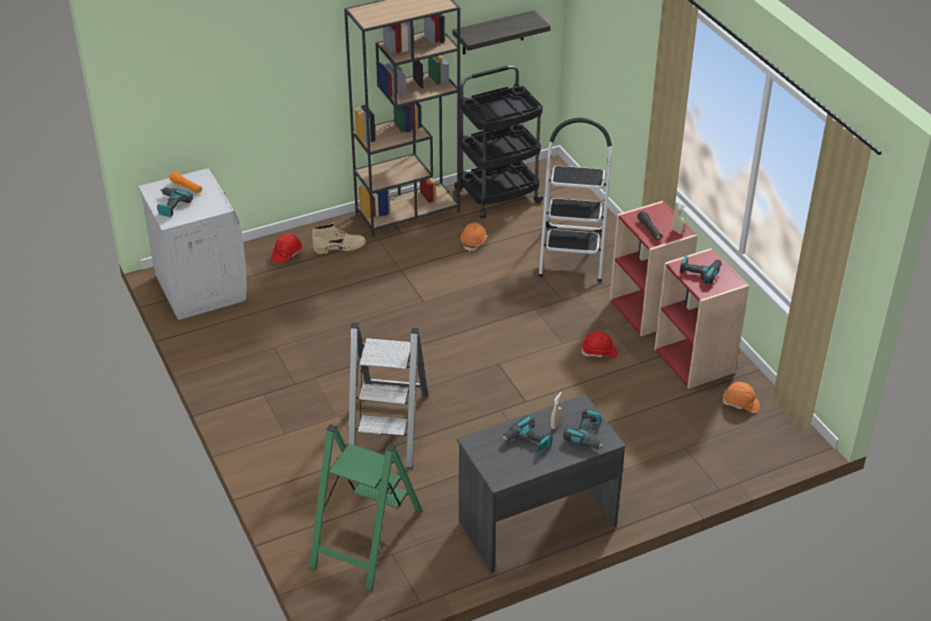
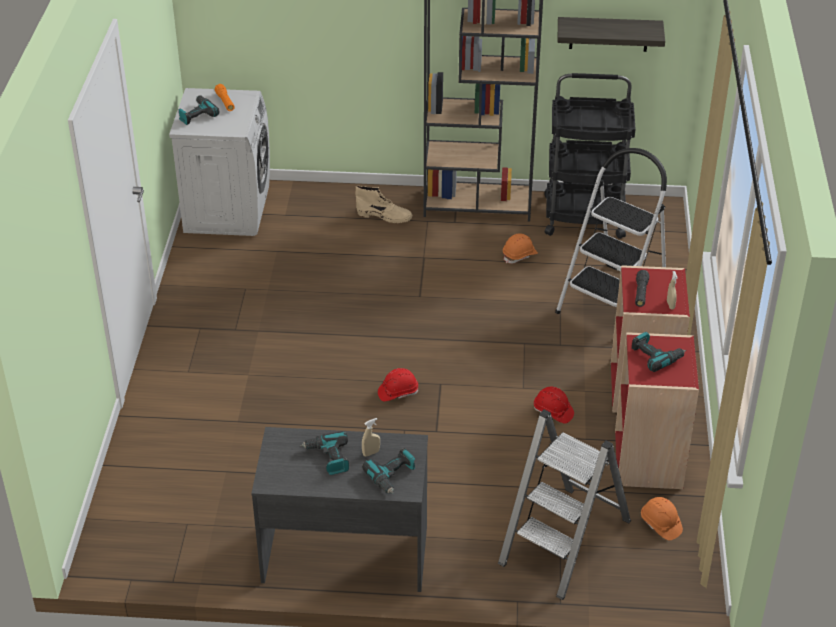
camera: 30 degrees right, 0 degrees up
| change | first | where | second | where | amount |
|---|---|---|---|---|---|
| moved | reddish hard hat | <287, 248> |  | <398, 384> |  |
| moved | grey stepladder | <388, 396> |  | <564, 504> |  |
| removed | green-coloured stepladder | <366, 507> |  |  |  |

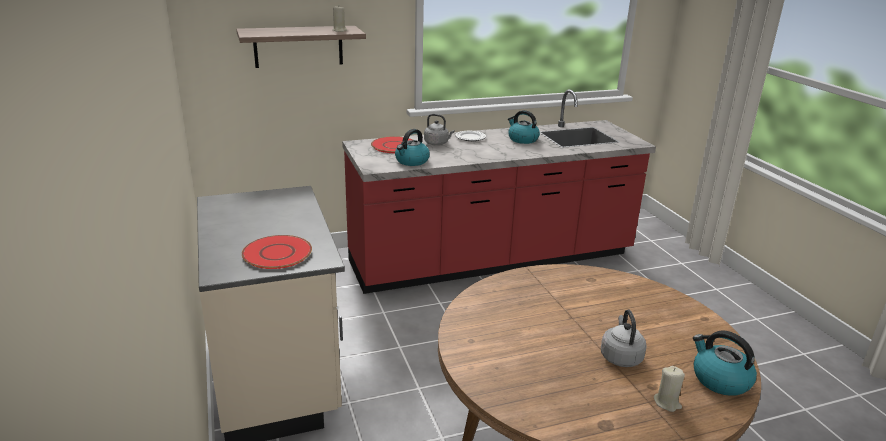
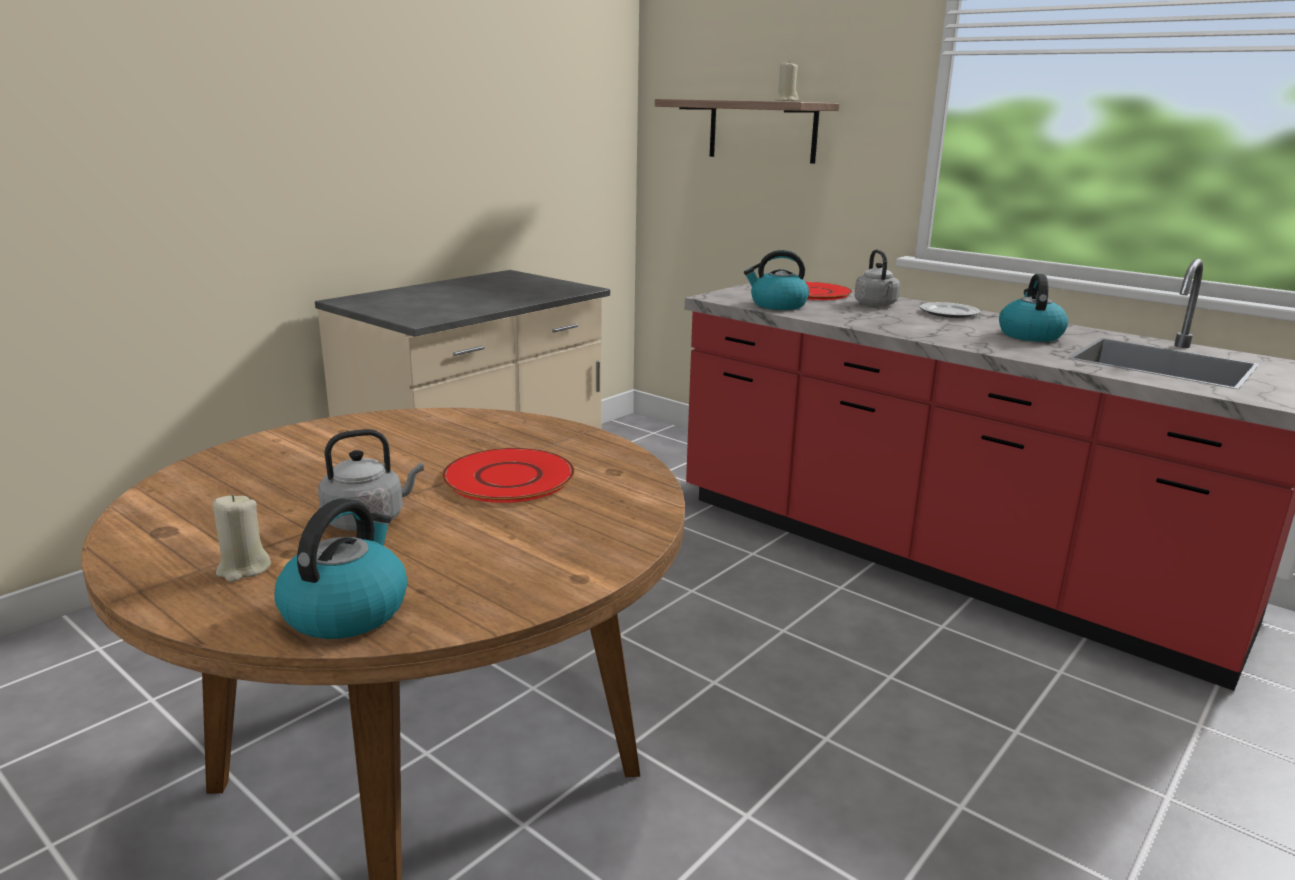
camera: 60 degrees right, 5 degrees down
| change | first | where | second | where | amount |
|---|---|---|---|---|---|
| moved | reddish plate | <277, 252> |  | <508, 475> |  |

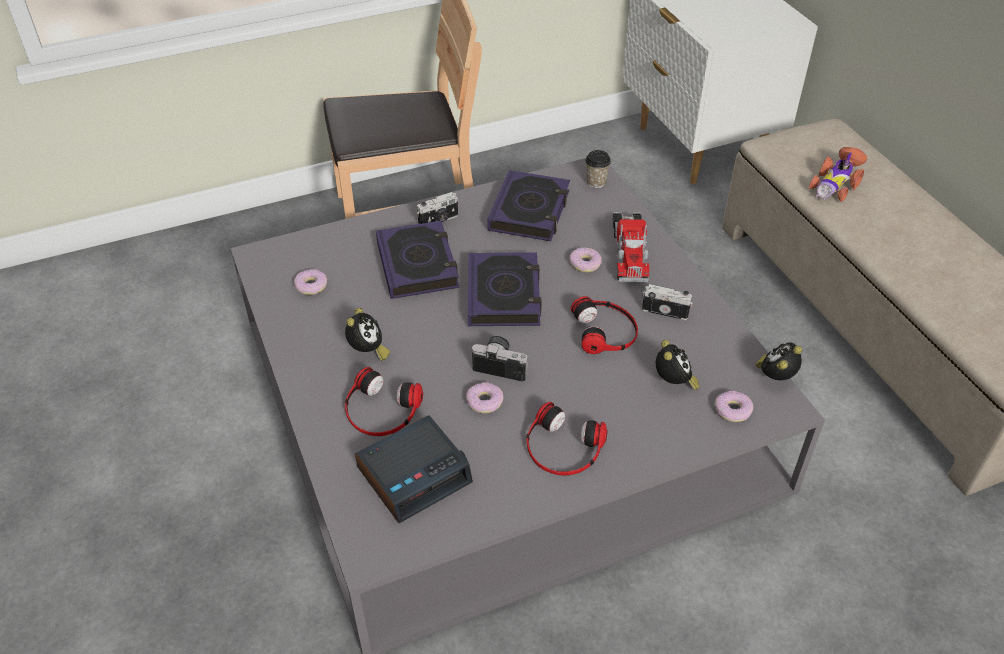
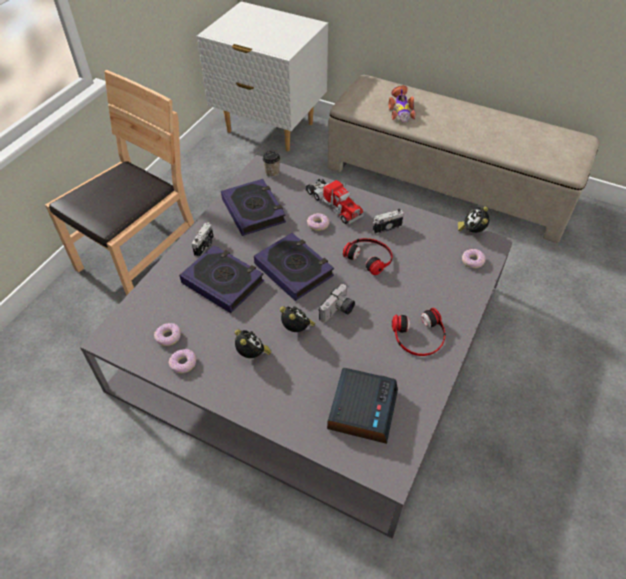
camera: 40 degrees left, 5 degrees up
| change | first | where | second | where | amount |
|---|---|---|---|---|---|
| turned | photo camera | <500, 359> |  | <337, 303> | 150 degrees clockwise |
| moved | table clock | <678, 365> |  | <297, 319> |  |
| removed | headphones | <384, 401> |  |  |  |
| moved | doughnut | <484, 397> |  | <182, 361> |  |

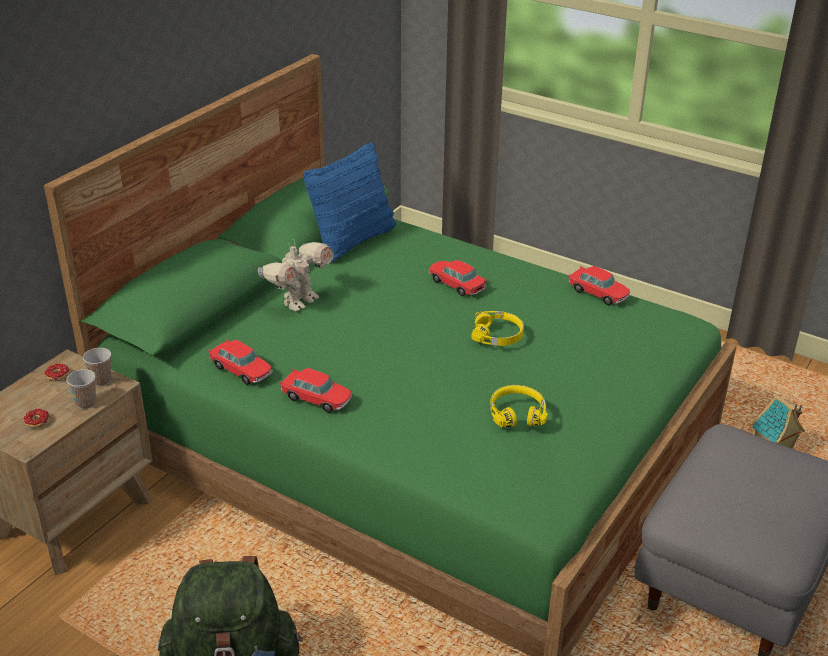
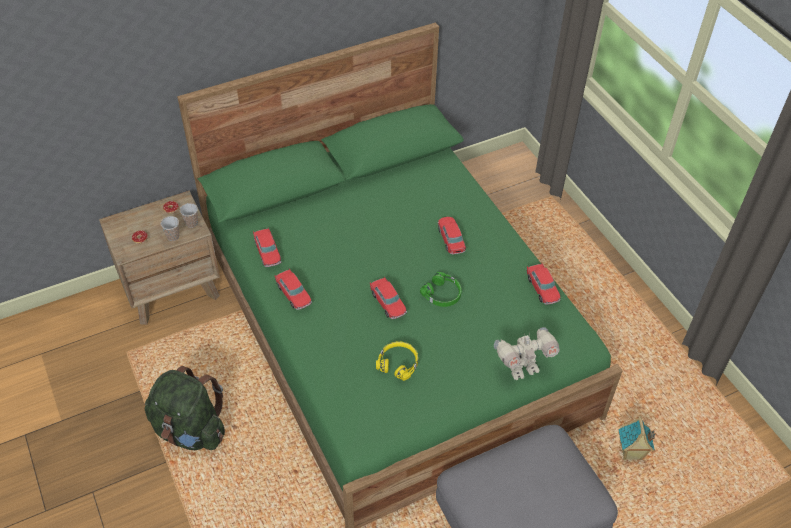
camera: 30 degrees right, 15 degrees up
| change | first | where | second | where | amount |
|---|---|---|---|---|---|
| removed | blue-coloured cushion | <350, 202> |  |  |  |
| moved | model robot | <296, 275> |  | <526, 353> |  |
| recoloured | yellow headphones | <497, 328> | green-coloured headphones | <441, 289> |  |
| added |  |  | model car | <388, 298> |  |

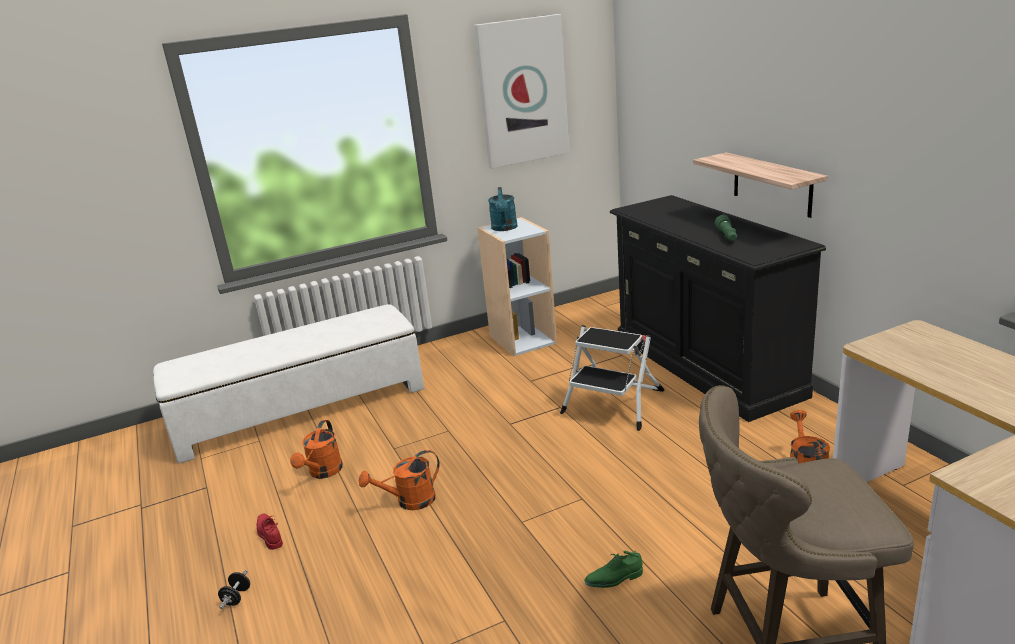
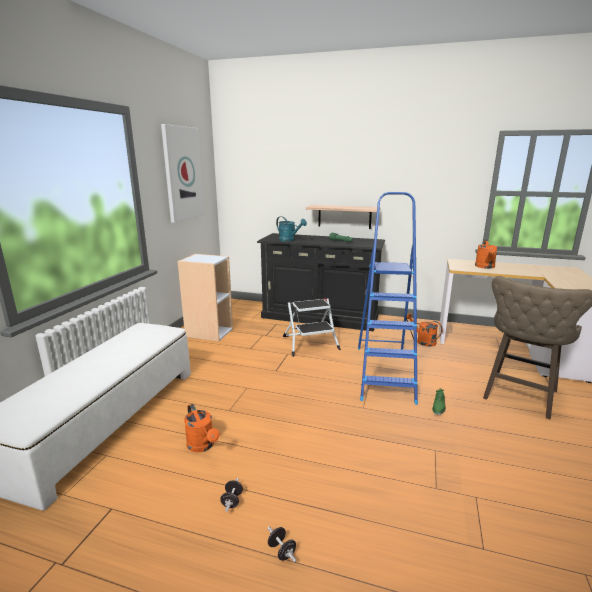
camera: 50 degrees left, 5 degrees down
| change | first | where | second | where | amount |
|---|---|---|---|---|---|
| moved | turquoise-coloured sprinkling can | <503, 209> |  | <291, 229> |  |
| moved | orange sprinkling can | <399, 480> |  | <486, 254> |  |
| replaced | reddish low shoe | <270, 531> | black dumbbell | <231, 495> |  |
| added |  |  | blue-coloured stepladder | <388, 298> |  |

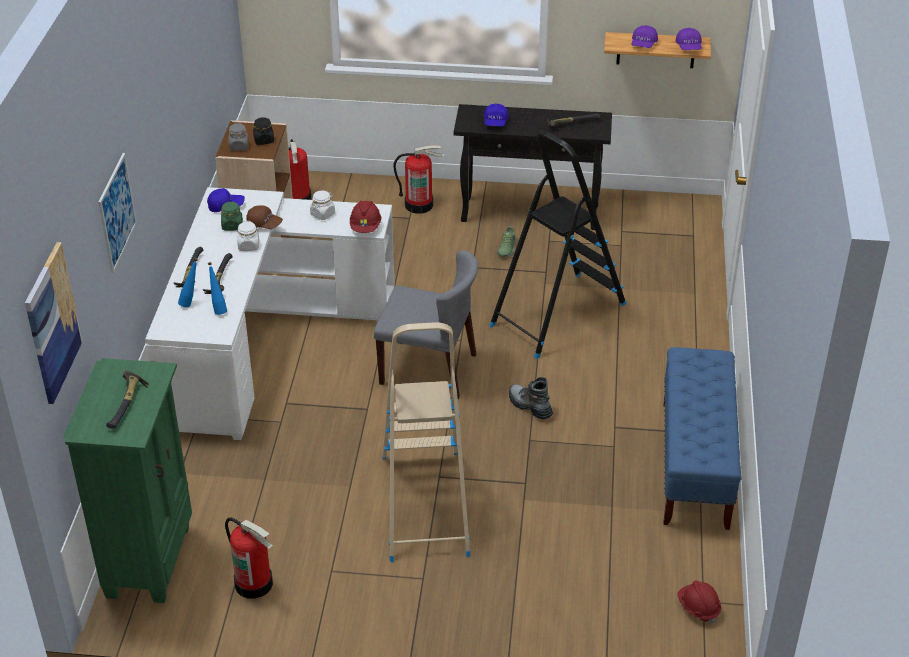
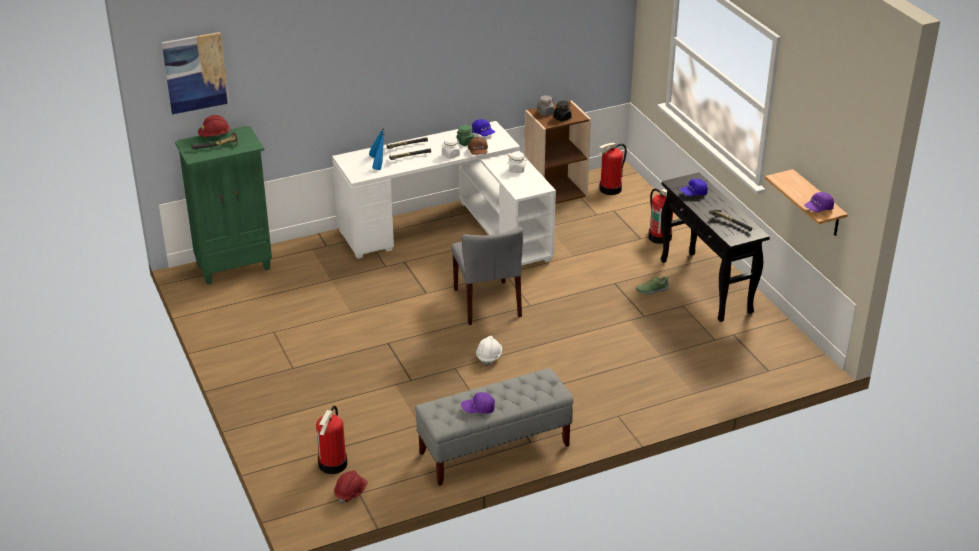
camera: 60 degrees right, 5 degrees down
| change | first | where | second | where | amount |
|---|---|---|---|---|---|
| moved | purplish baseball cap | <644, 36> |  | <478, 403> |  |
| removed | black stepladder | <557, 244> |  |  |  |
| removed | wall art | <117, 213> |  |  |  |
| moved | reddish hard hat | <365, 217> |  | <214, 126> |  |
| removed | beige stepladder | <426, 442> |  |  |  |
| recoloured | blue-coloured long seat | <702, 438> | grey long seat | <494, 427> |  |
| replaced | tall boot | <531, 398> | white hard hat | <489, 351> |  |
| moved | fire-fighting cylinder | <249, 558> |  | <332, 440> |  |

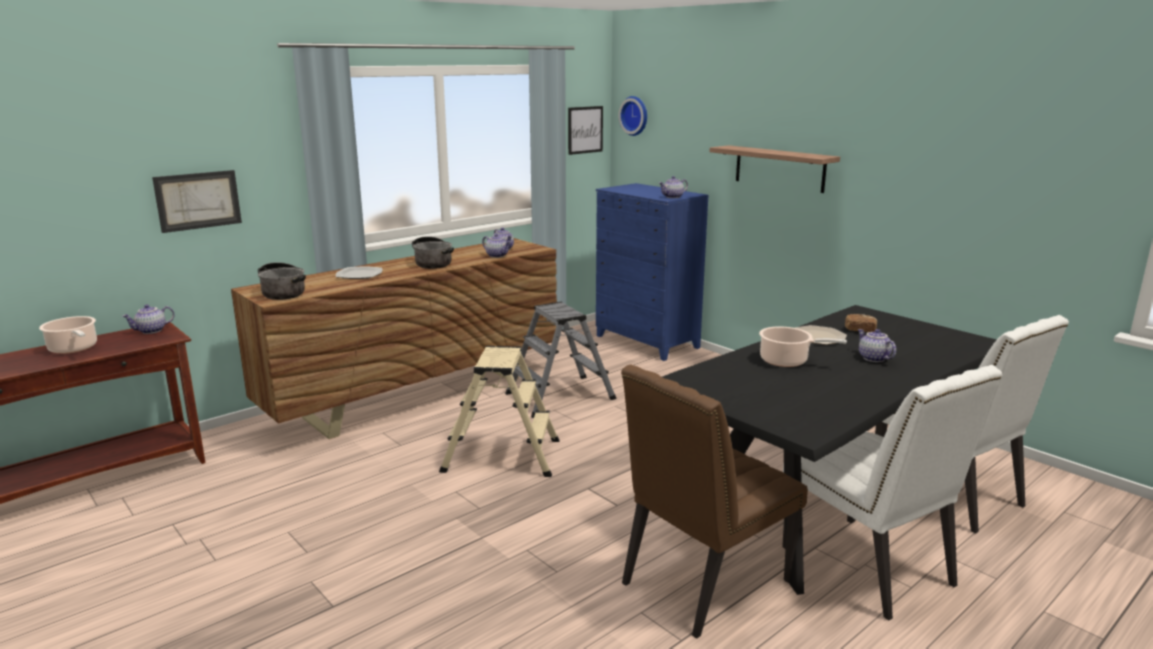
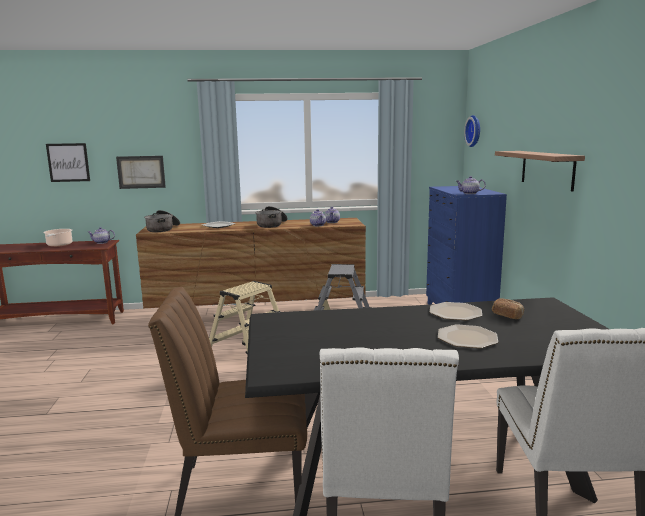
camera: 35 degrees right, 5 degrees down
| change | first | where | second | where | amount |
|---|---|---|---|---|---|
| moved | wall art | <585, 130> |  | <68, 162> |  |
| removed | saucepot | <803, 346> |  |  |  |
| replaced | teapot | <877, 345> | plate | <468, 336> |  |

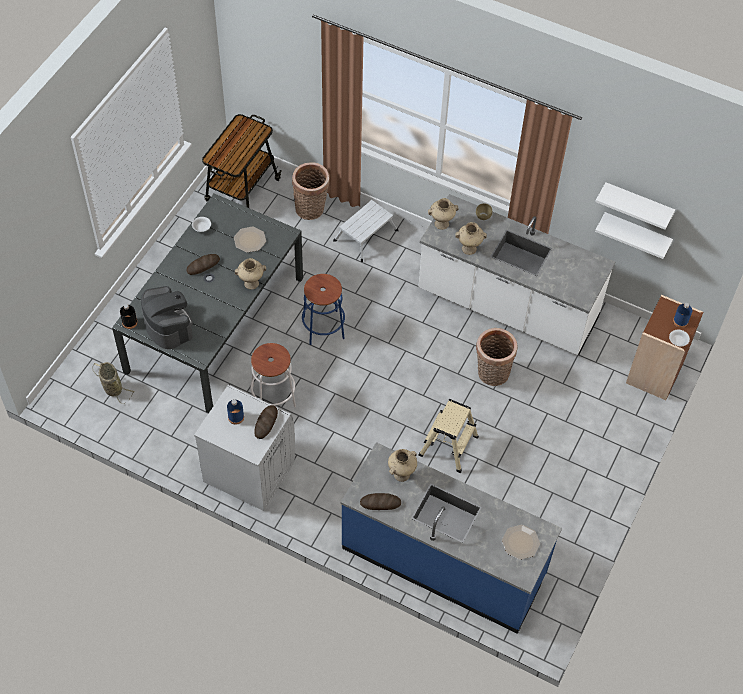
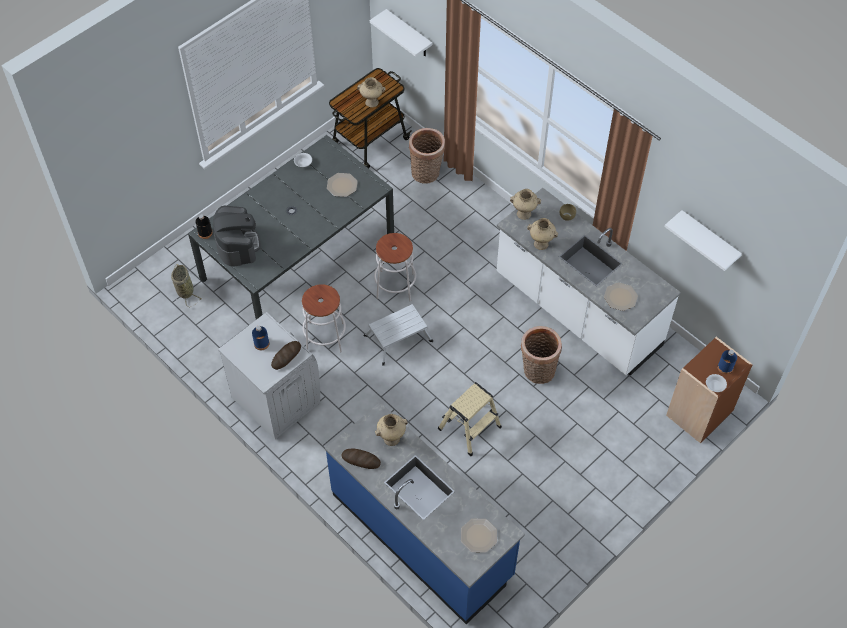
camera: 20 degrees right, 0 degrees up
| change | first | where | second | where | amount |
|---|---|---|---|---|---|
| moved | white stepladder | <366, 231> |  | <398, 335> |  |
| moved | white shelf | <634, 235> |  | <401, 33> |  |
| removed | baked bread | <203, 264> |  |  |  |
| moved | beige decorative vase | <250, 273> |  | <371, 92> |  |
| recoloured | blue-coloured sitting stool | <323, 309> | white sitting stool | <395, 267> |  |
| added |  |  | plate | <621, 296> |  |

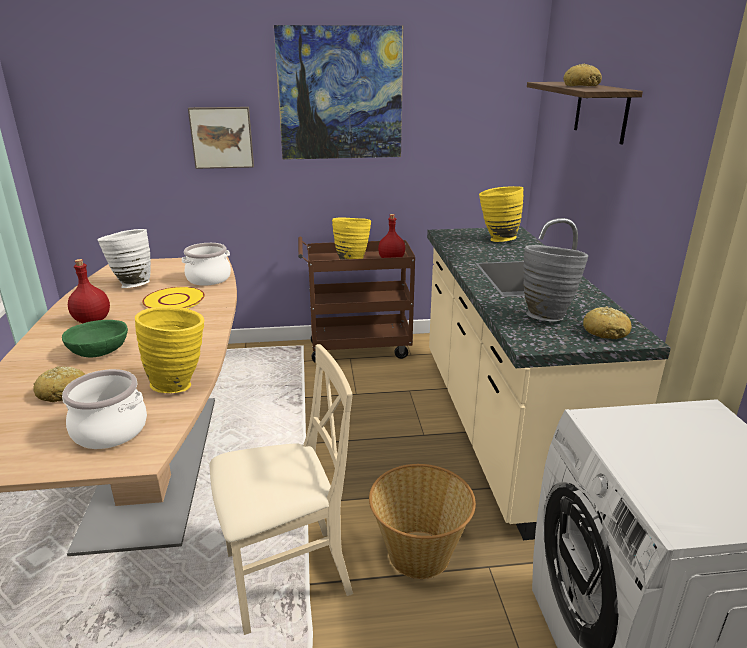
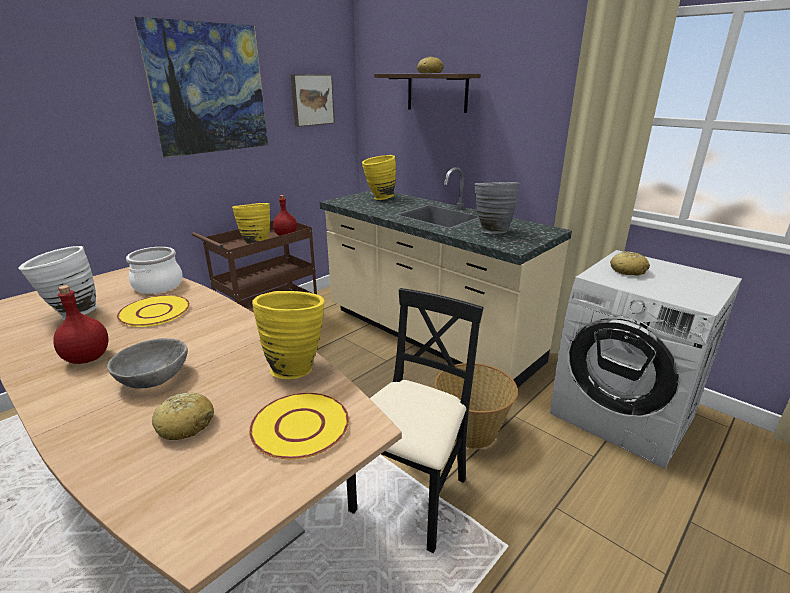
camera: 40 degrees left, 0 degrees up
| change | first | where | second | where | amount |
|---|---|---|---|---|---|
| moved | wall art | <221, 138> |  | <312, 100> |  |
| moved | baked bread | <607, 322> |  | <630, 263> |  |
| recoloured | green-coloured deep dish | <95, 339> | grey deep dish | <147, 363> |  |
| recoloured | beige chair | <281, 489> | black chair | <415, 420> |  |
| replaced | saucepot | <104, 409> | yellow plate | <299, 426> |  |

